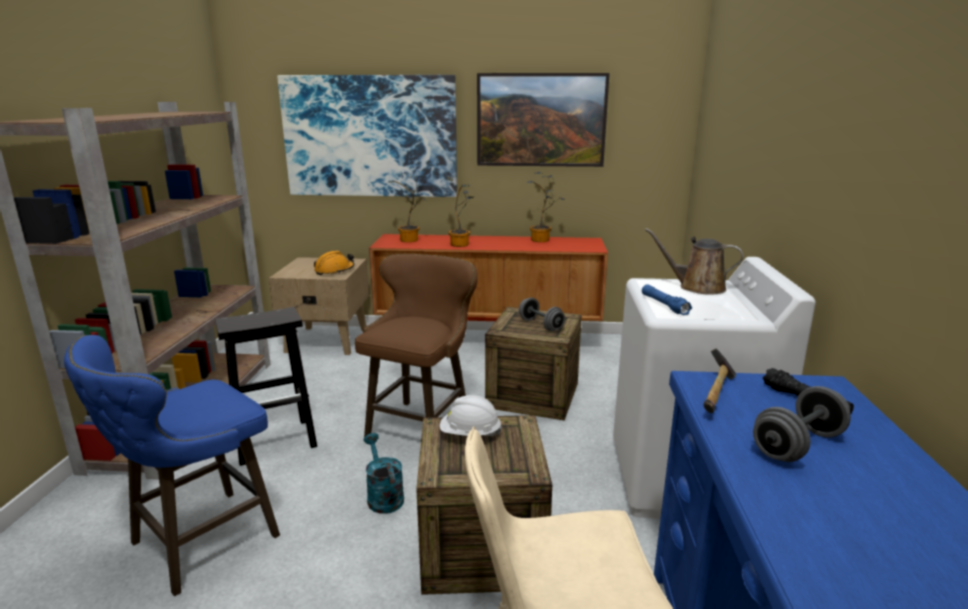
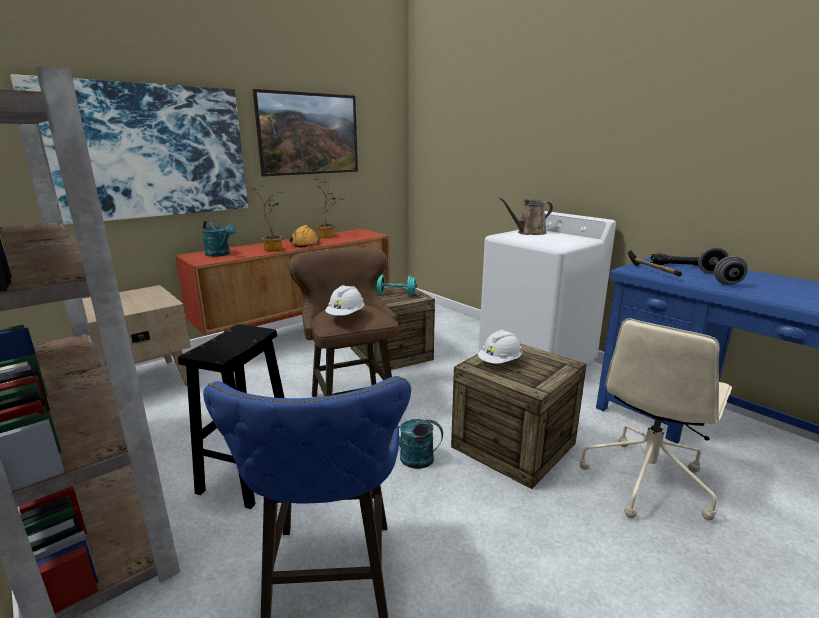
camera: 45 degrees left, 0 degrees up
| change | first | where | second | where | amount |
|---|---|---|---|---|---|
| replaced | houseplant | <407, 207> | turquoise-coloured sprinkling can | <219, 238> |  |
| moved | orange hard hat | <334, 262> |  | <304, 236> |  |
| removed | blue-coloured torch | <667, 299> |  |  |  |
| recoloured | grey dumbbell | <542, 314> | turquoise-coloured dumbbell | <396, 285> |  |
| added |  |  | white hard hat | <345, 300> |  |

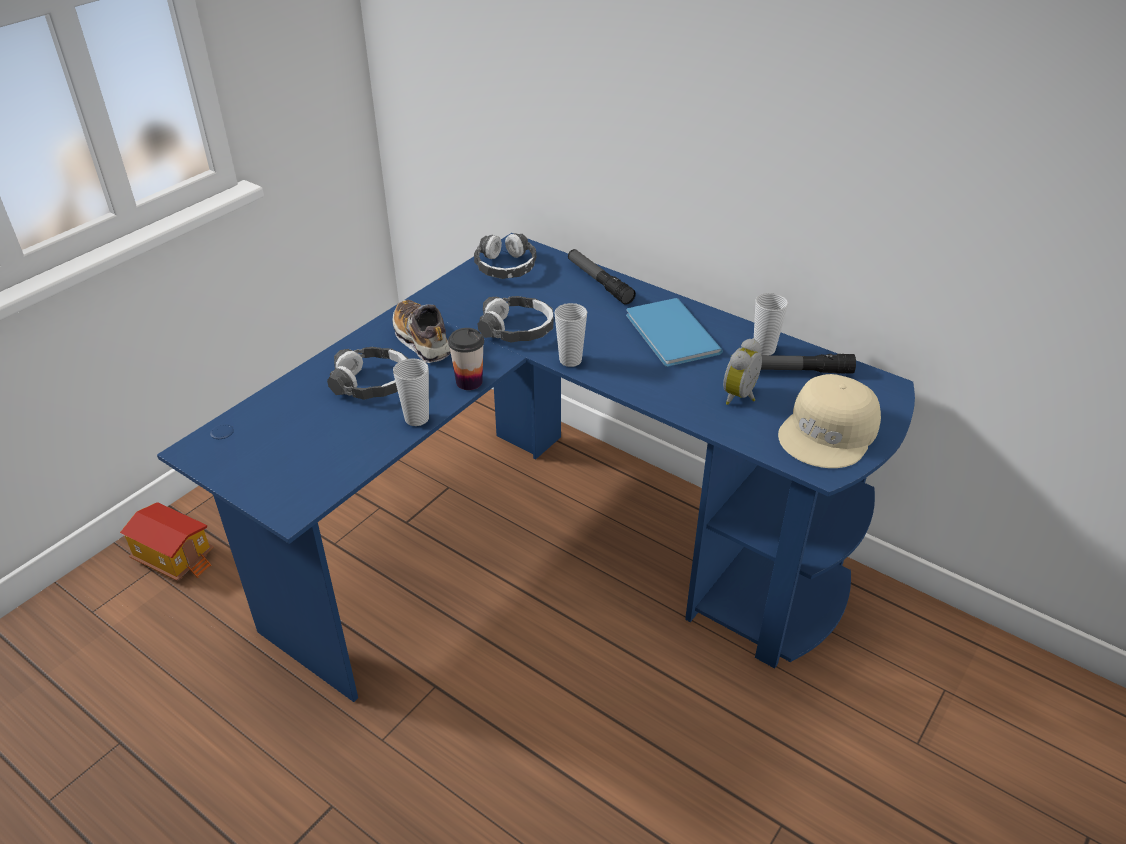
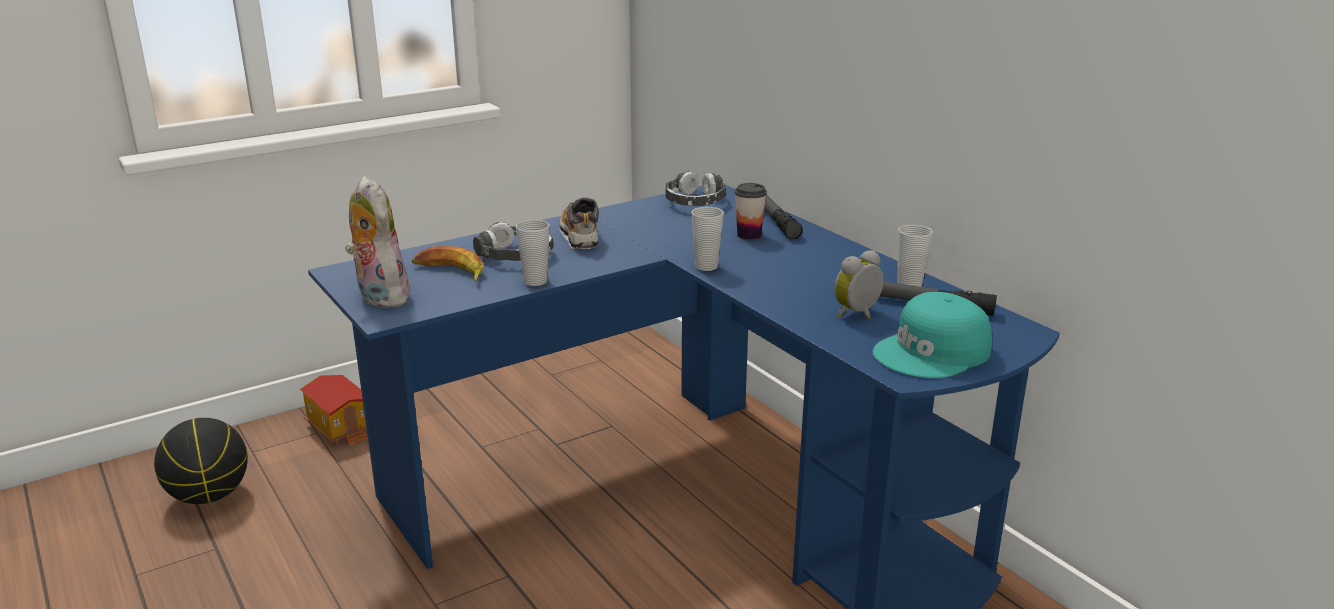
camera: 20 degrees right, 15 degrees down
| change | first | where | second | where | amount |
|---|---|---|---|---|---|
| removed | headphones | <516, 319> |  |  |  |
| removed | blue-coloured bound book | <674, 332> |  |  |  |
| moved | cup | <466, 359> |  | <750, 211> |  |
| recoloured | beige baseball cap | <829, 421> | turquoise-coloured baseball cap | <932, 335> |  |
| added |  |  | soft toy | <378, 242> |  |
| added |  |  | banana fruit | <448, 264> |  |
| added |  |  | basketball ball | <201, 461> |  |

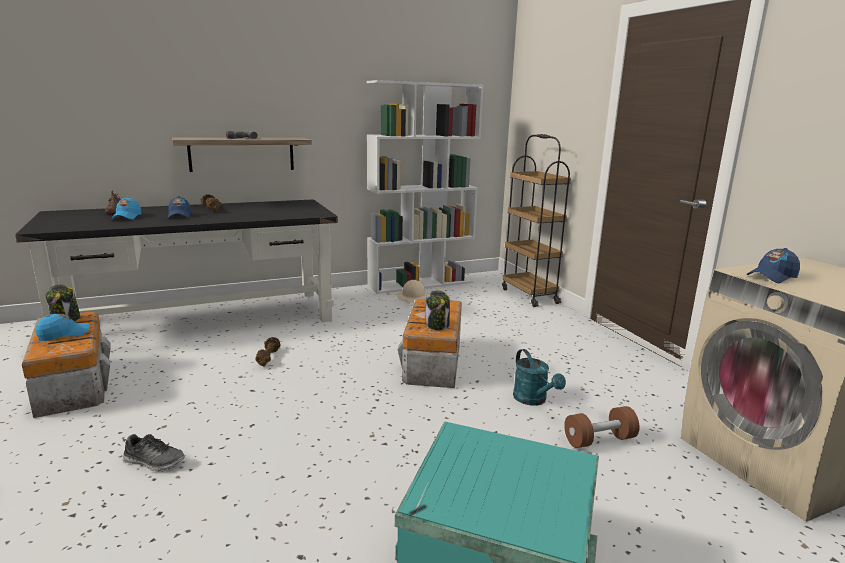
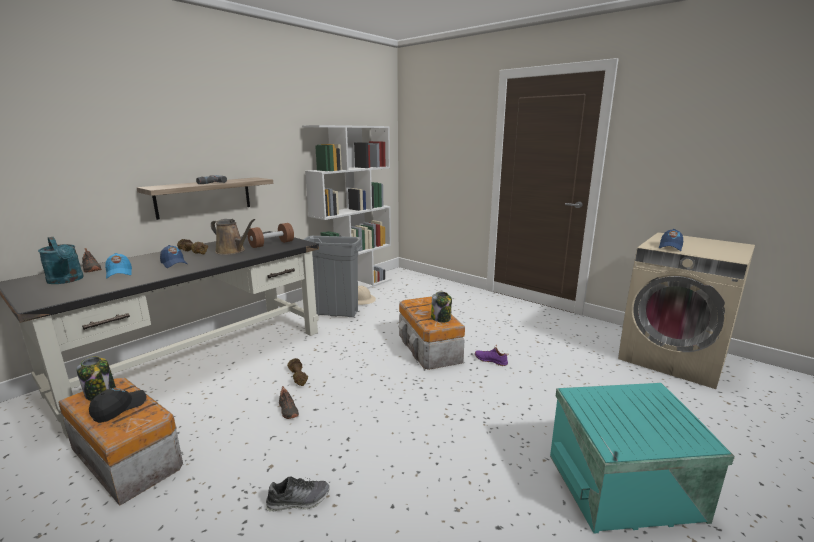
camera: 25 degrees left, 0 degrees up
| change | first | where | second | where | amount |
|---|---|---|---|---|---|
| removed | brownish wheeled cart | <536, 220> |  |  |  |
| recoloured | blue-coloured baseball cap | <62, 327> | black baseball cap | <117, 405> |  |
| moved | turquoise-coloured sprinkling can | <539, 377> |  | <61, 260> |  |
| moved | brownish dumbbell | <602, 427> |  | <270, 235> |  |
| added |  |  | brownish sprinkling can | <233, 237> |  |
| added |  |  | grey trash can | <332, 276> |  |
| added |  |  | purplish low shoe | <491, 355> |  |
| added |  |  | black low shoe | <289, 402> |  |

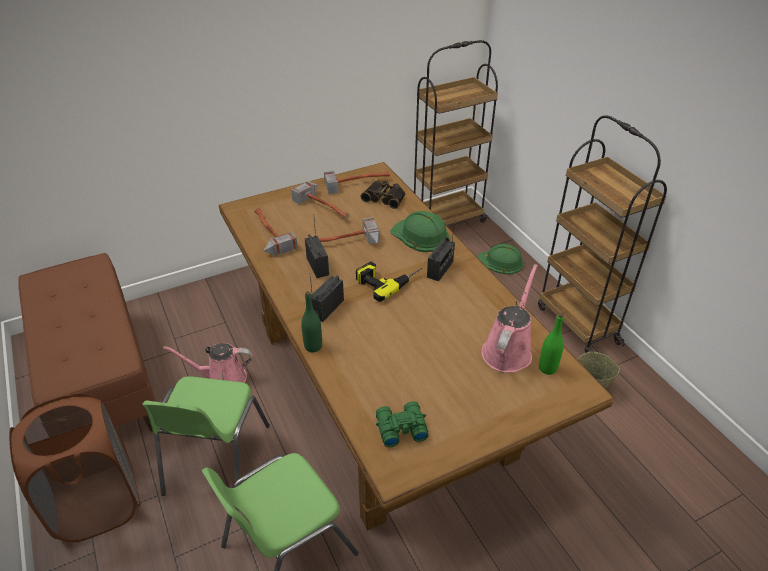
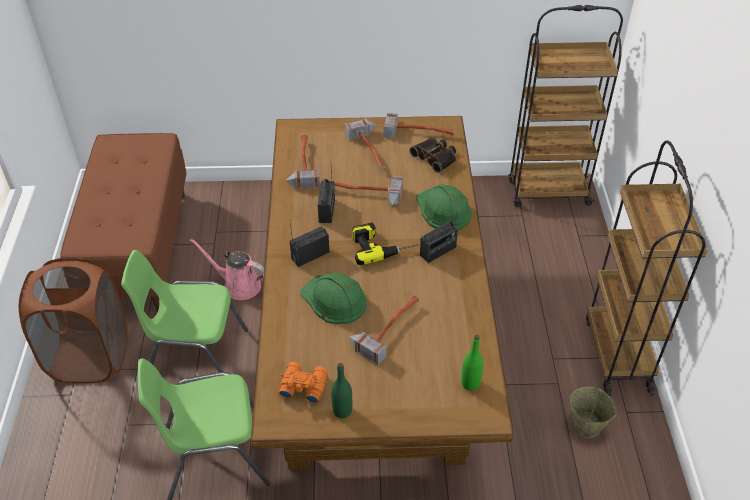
camera: 25 degrees right, 5 degrees up
| change | first | where | second | where | amount |
|---|---|---|---|---|---|
| moved | green-coloured hard hat | <500, 259> |  | <333, 298> |  |
| removed | pink-coloured sprinkling can | <509, 318> |  |  |  |
| moved | green-coloured beverage bottle | <311, 321> |  | <341, 390> |  |
| turned | green-coloured chair | <206, 436> |  | <184, 311> | 60 degrees clockwise |
| recoloured | green-coloured pair of binoculars | <402, 424> | orange pair of binoculars | <303, 383> |  |
| added |  |  | hammer | <384, 330> |  |

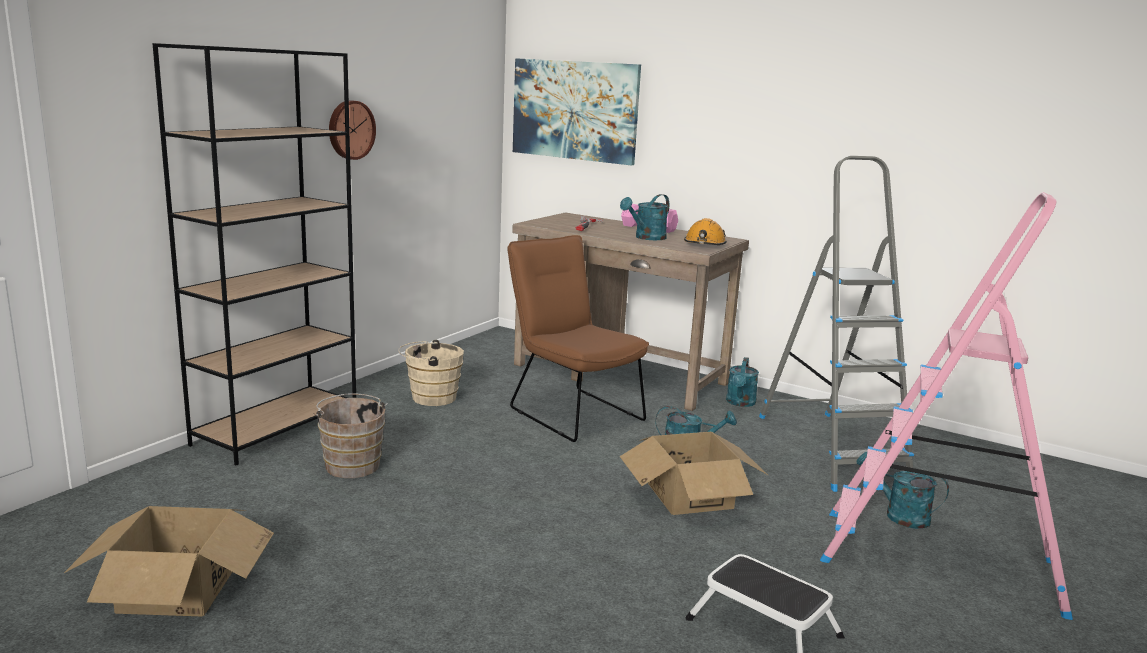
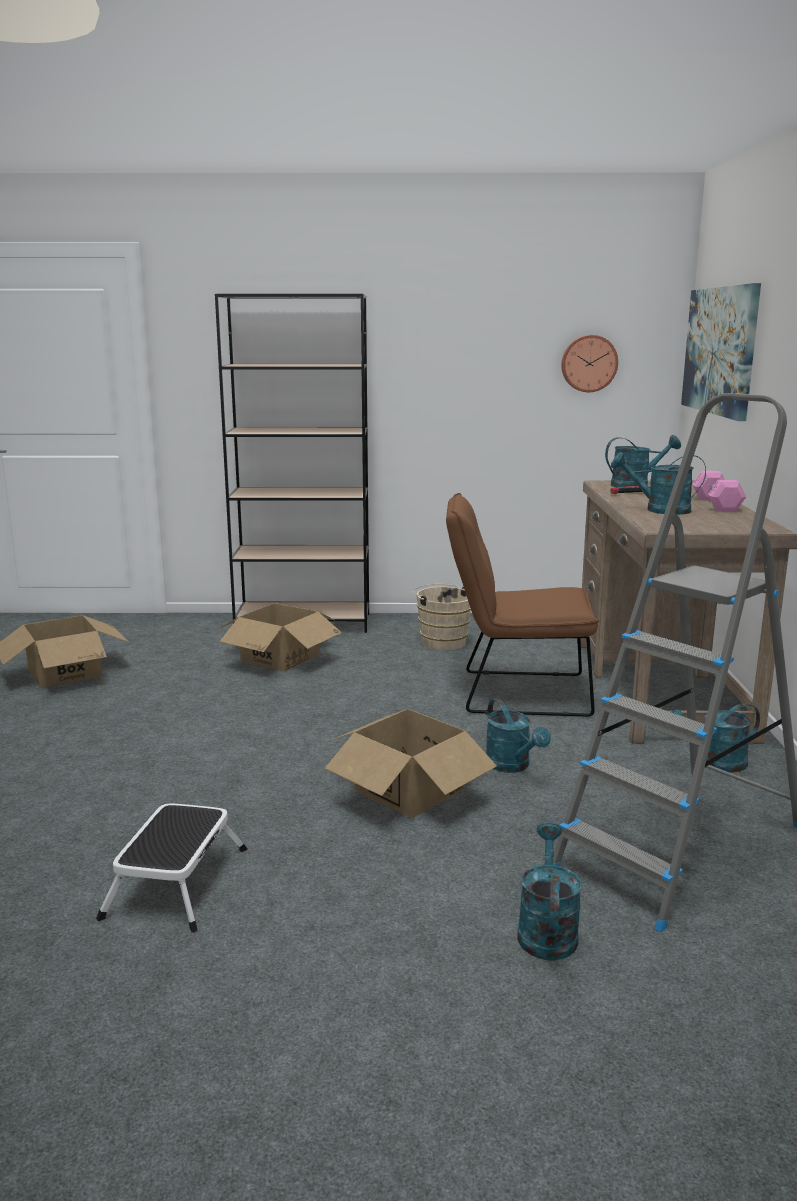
camera: 60 degrees right, 0 degrees up
| change | first | where | second | where | amount |
|---|---|---|---|---|---|
| moved | hanging clock | <352, 130> |  | <589, 363> |  |
| removed | pink-coloured stepladder | <946, 406> |  |  |  |
| removed | orange hard hat | <705, 231> |  |  |  |
| turned | brownish chair | <578, 338> |  | <522, 605> | 105 degrees counterclockwise |
| replaced | brownish water bucket | <350, 435> | cardboard box | <280, 637> |  |
| added |  |  | turquoise-coloured sprinkling can | <643, 461> |  |

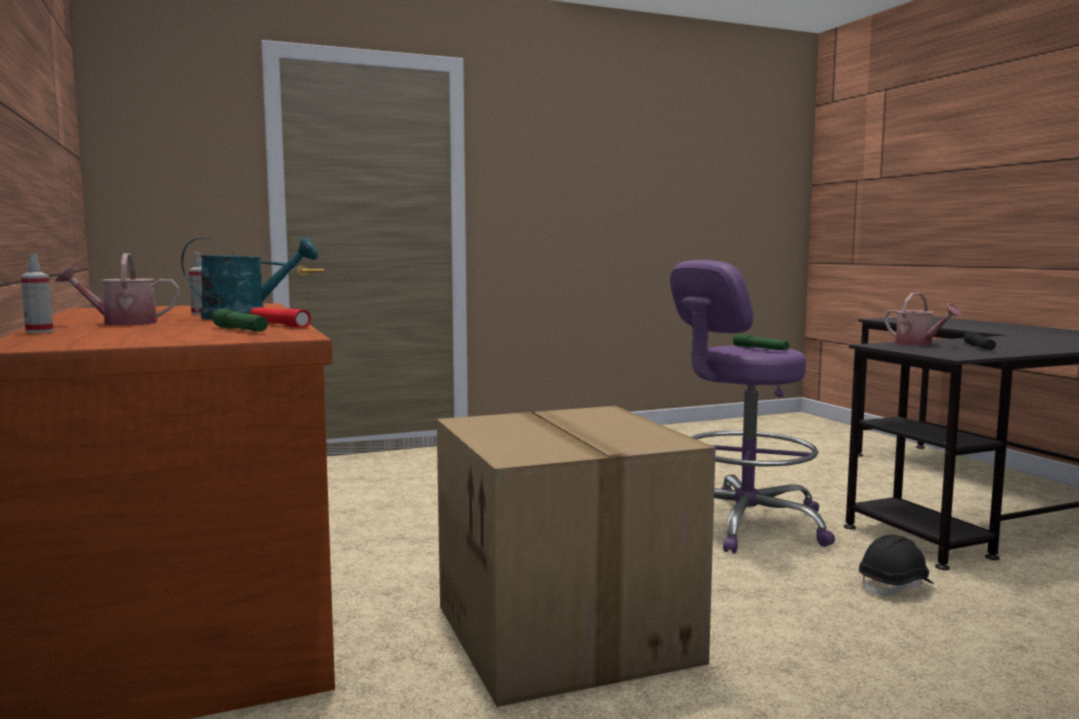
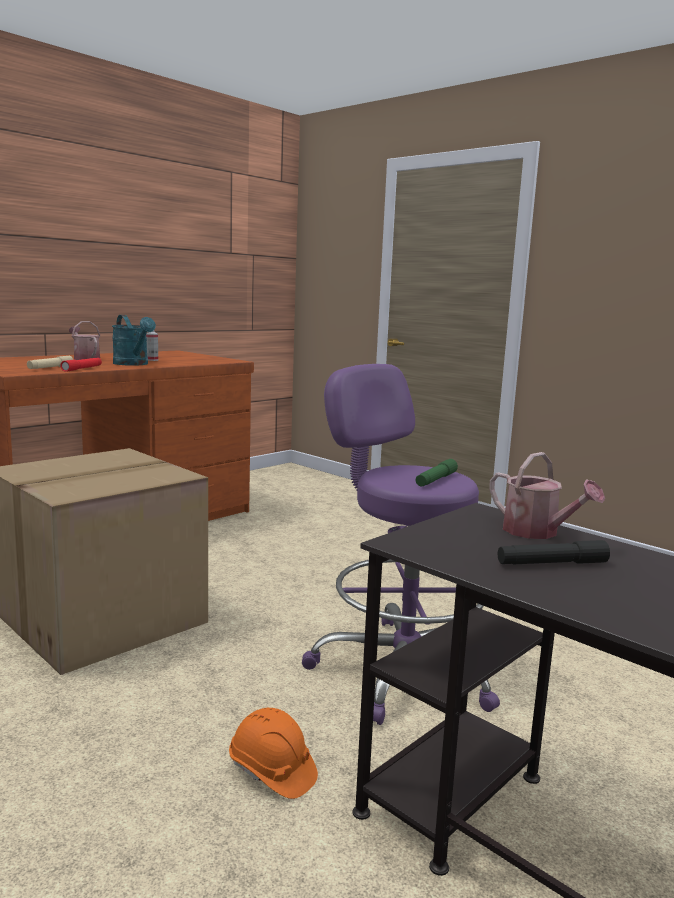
camera: 65 degrees right, 5 degrees up
| change | first | where | second | where | amount |
|---|---|---|---|---|---|
| removed | spray bottle | <37, 293> |  |  |  |
| turned | sprinkling can | <923, 319> |  | <547, 495> | 75 degrees counterclockwise |
| recoloured | green-coloured torch | <240, 320> | beige torch | <50, 362> |  |
| recoloured | black hard hat | <896, 566> | orange hard hat | <273, 753> |  |

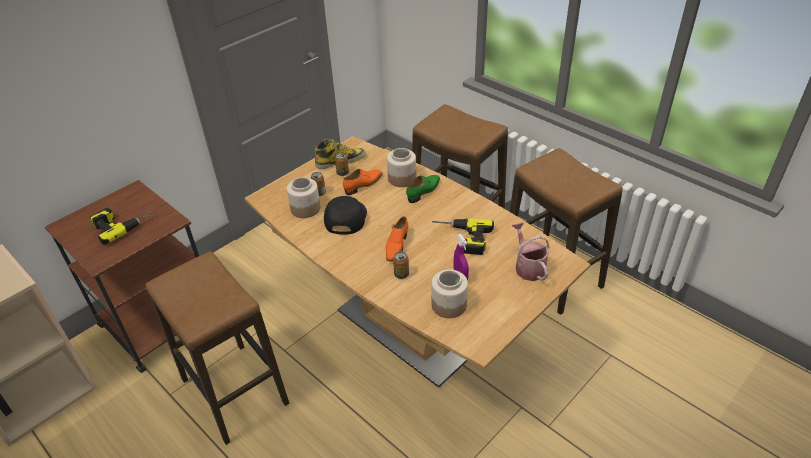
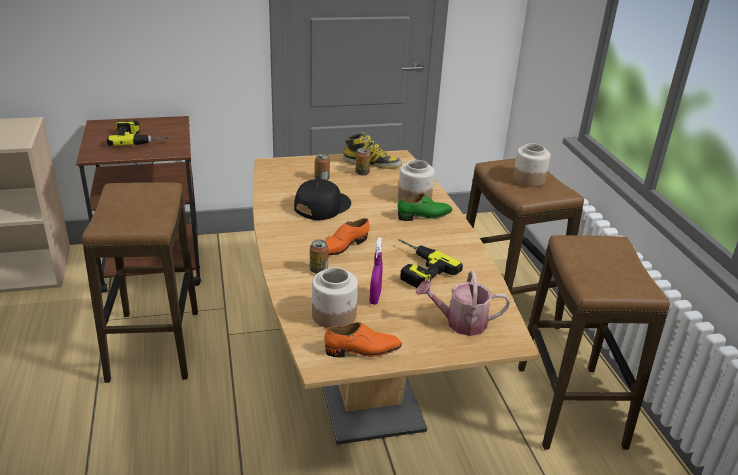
camera: 30 degrees right, 10 degrees down
| change | first | where | second | where | amount |
|---|---|---|---|---|---|
| moved | orange low shoe | <363, 182> |  | <363, 339> |  |
| moved | preserve jar | <303, 197> |  | <531, 165> |  |
| turned | sprinkling can | <530, 251> |  | <463, 303> | 105 degrees counterclockwise |

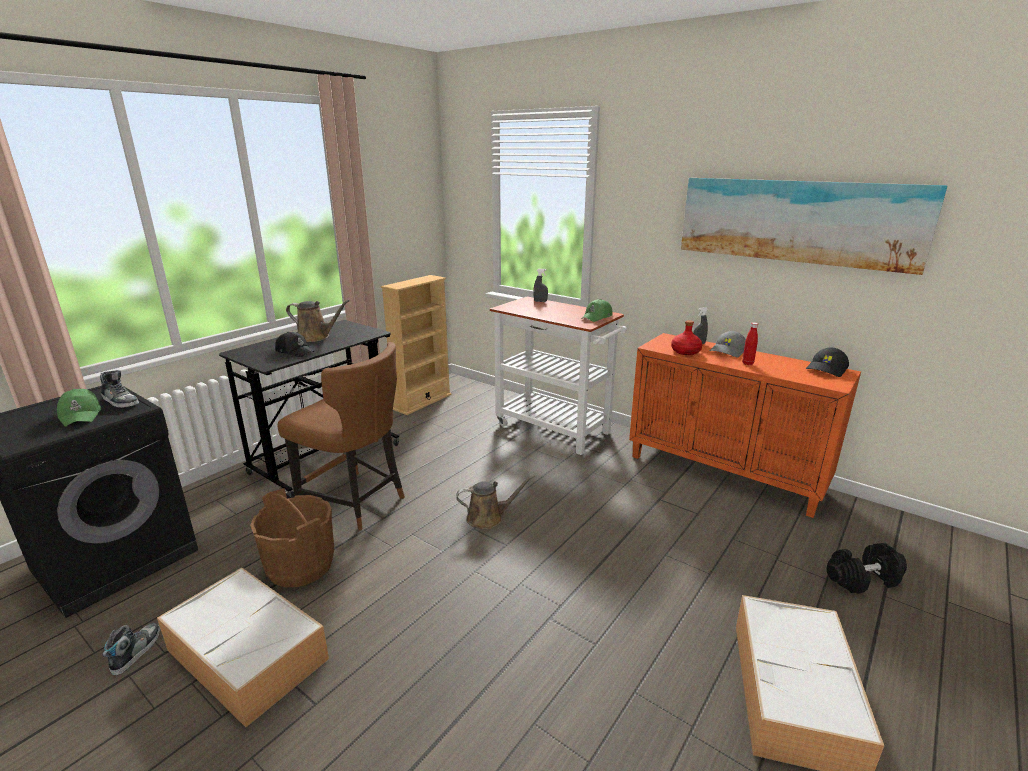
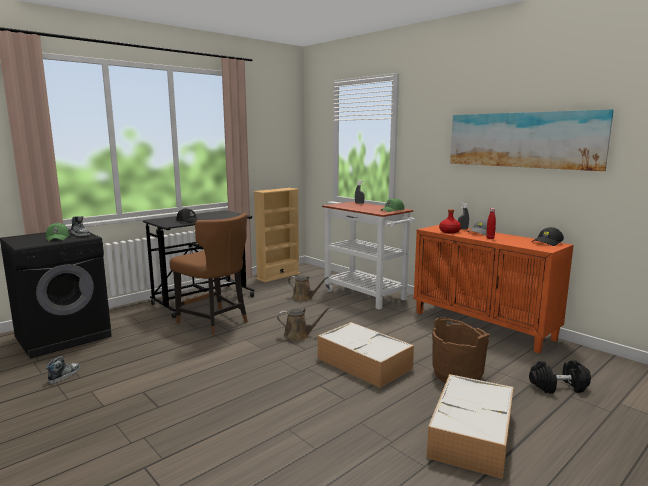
camera: 10 degrees right, 10 degrees down
| change | first | where | second | where | amount |
|---|---|---|---|---|---|
| moved | brownish sprinkling can | <318, 321> |  | <308, 288> |  |
| moved | brownish water bucket | <292, 538> |  | <461, 350> |  |
| moved | storage box | <243, 647> |  | <365, 355> |  |

